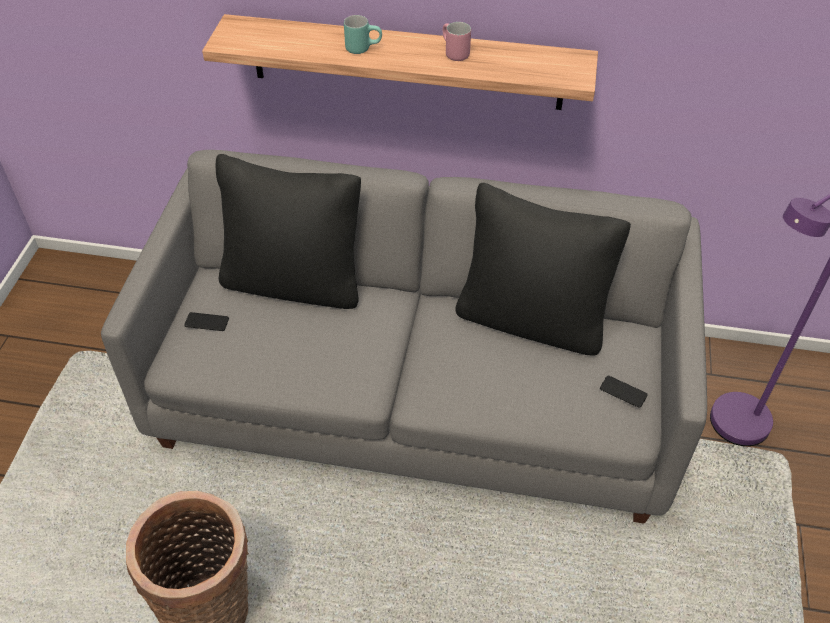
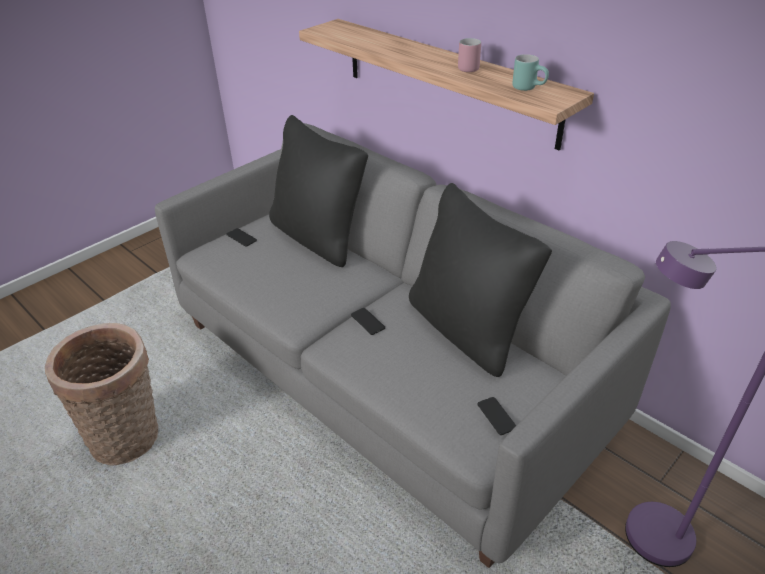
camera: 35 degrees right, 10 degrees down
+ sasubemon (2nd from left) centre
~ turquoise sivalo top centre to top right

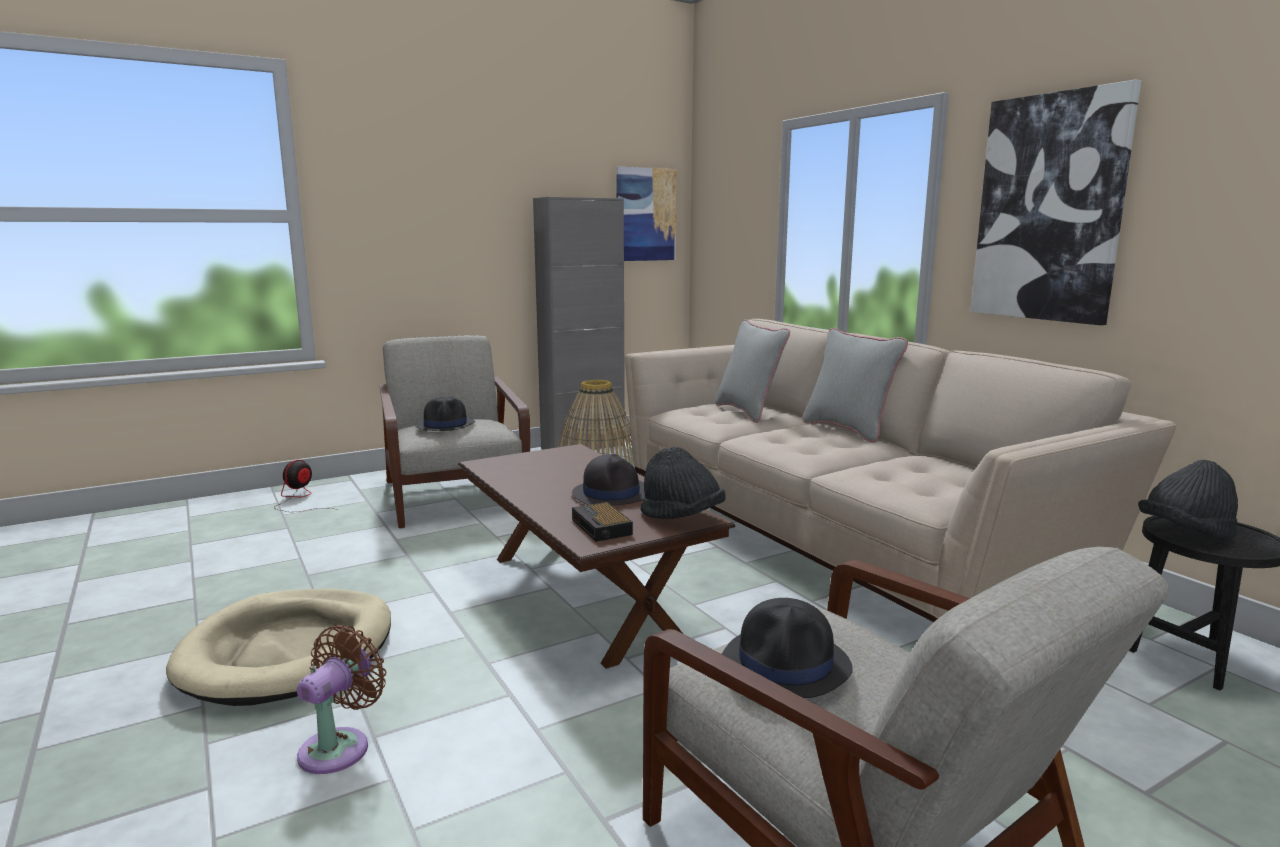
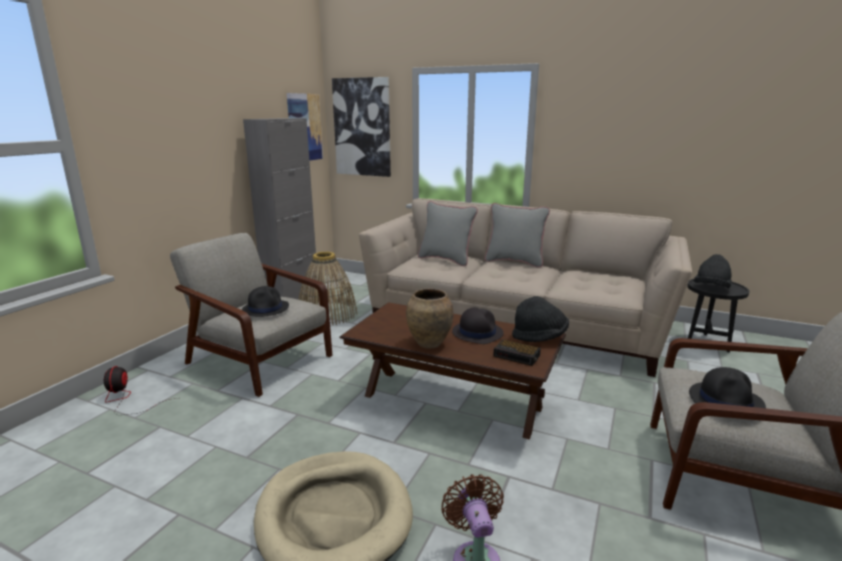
camera: 35 degrees left, 5 degrees up
~ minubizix (2nd from left) top right to top centre
+ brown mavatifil centre

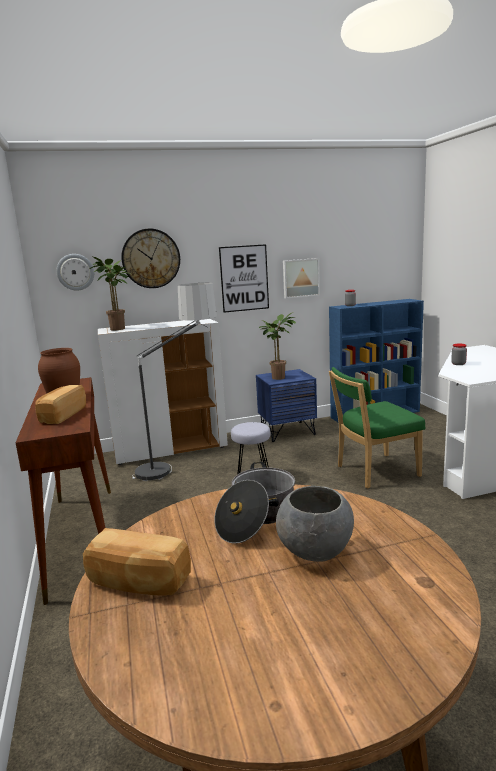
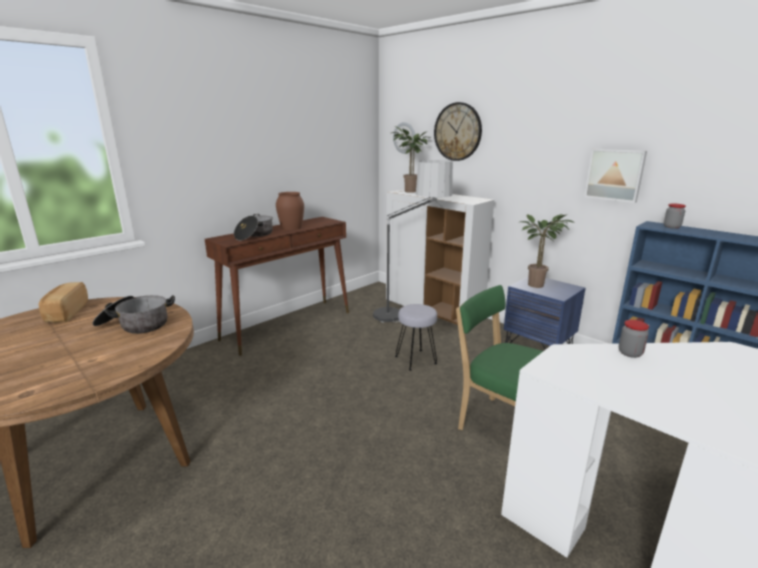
camera: 60 degrees right, 5 degrees up
~ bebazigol (1st from left) middle left to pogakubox (2nd from left) centre
- minubizix (1st from left) centre
- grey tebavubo bottom centre

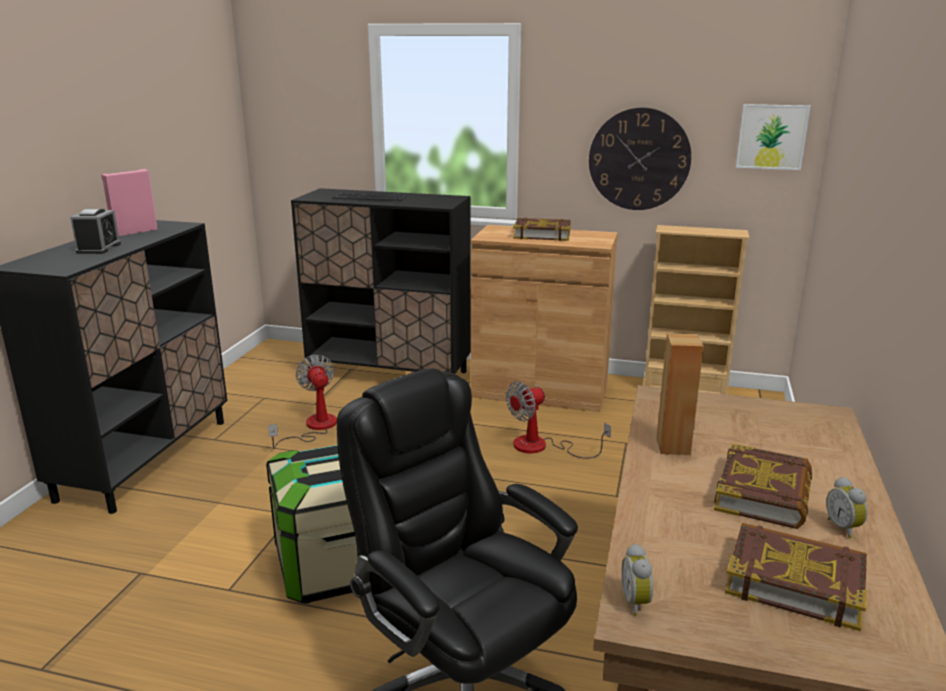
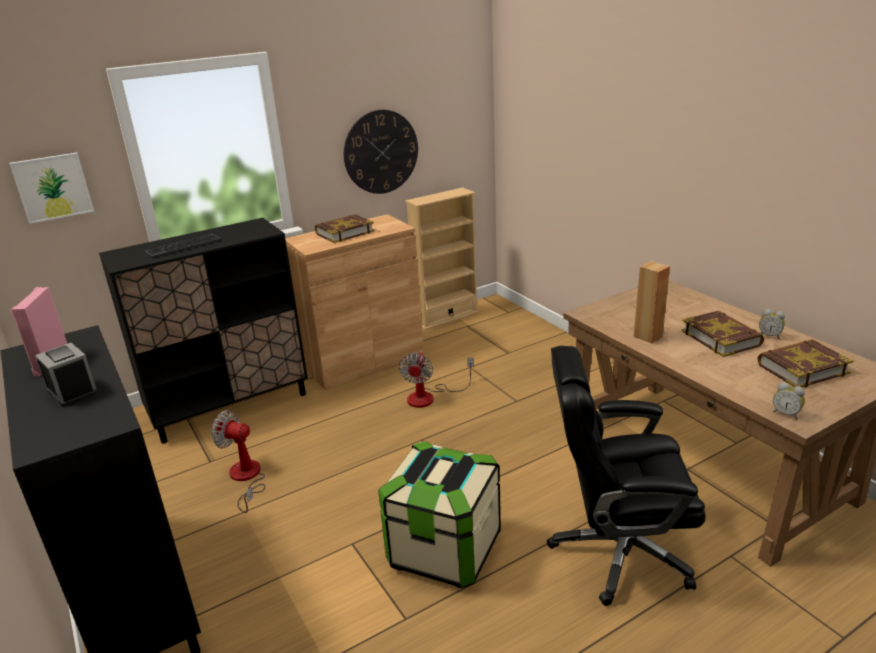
camera: 45 degrees left, 5 degrees up
~ minubizix top right to top left

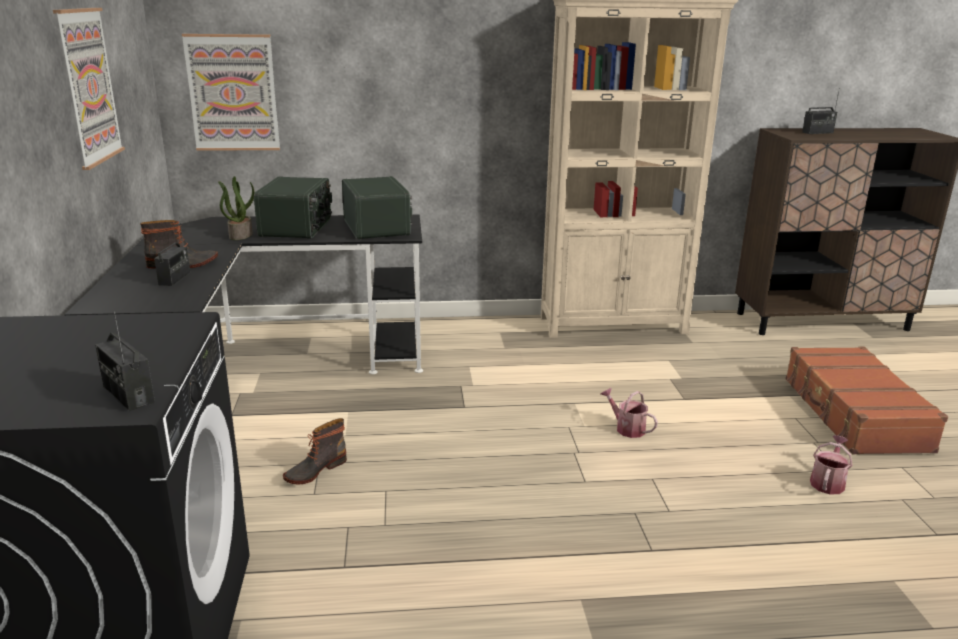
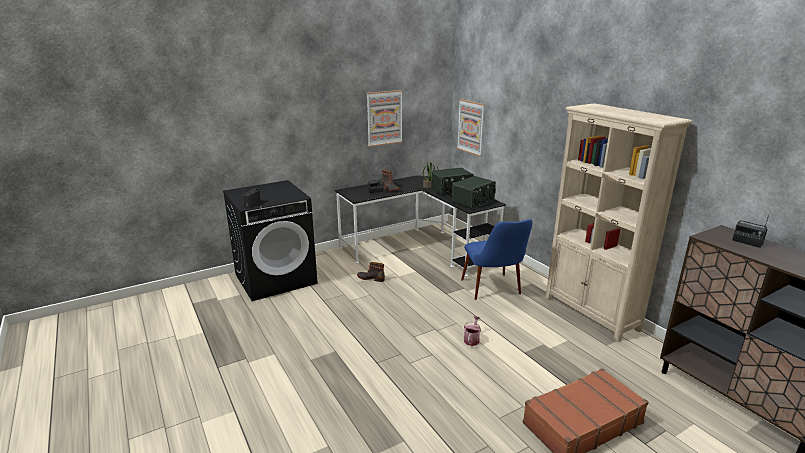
camera: 65 degrees right, 0 degrees up
+ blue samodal centre
- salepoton (2nd from left) bottom right

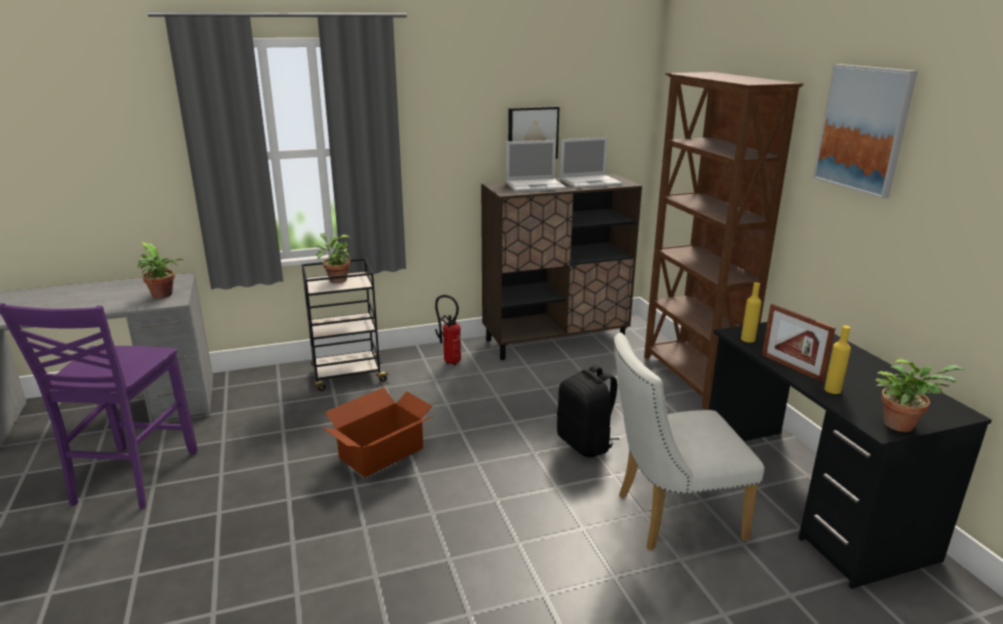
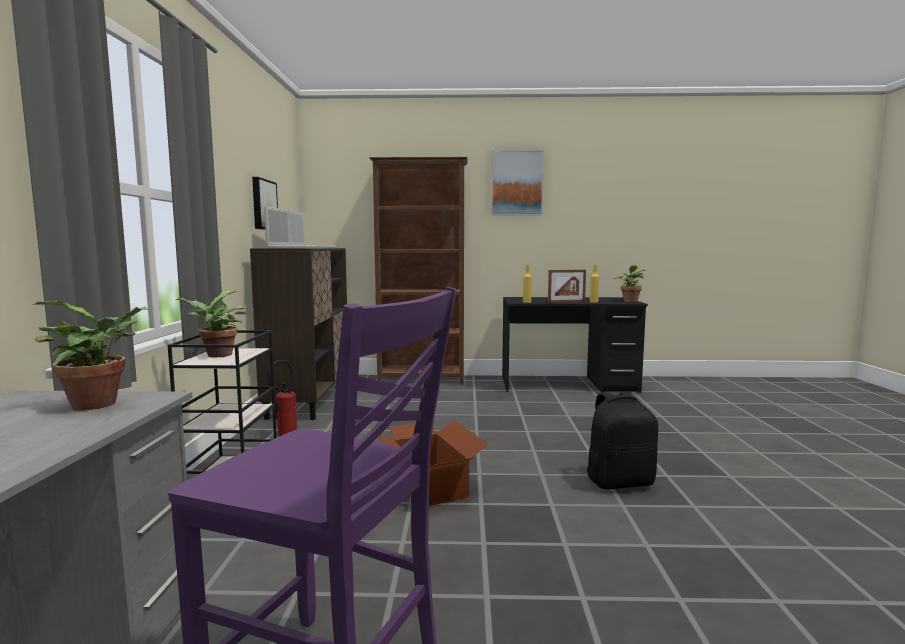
camera: 70 degrees left, 15 degrees down
~ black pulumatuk centre to bottom right
- white samodal bottom right

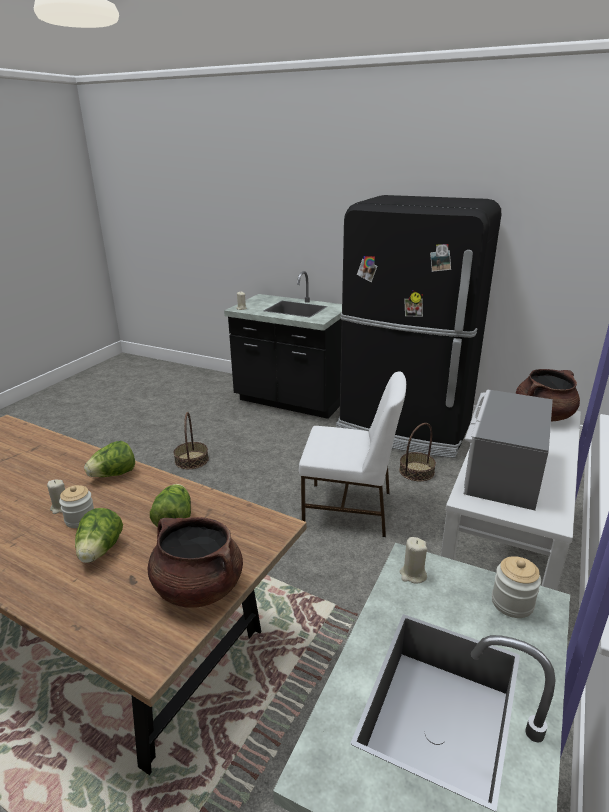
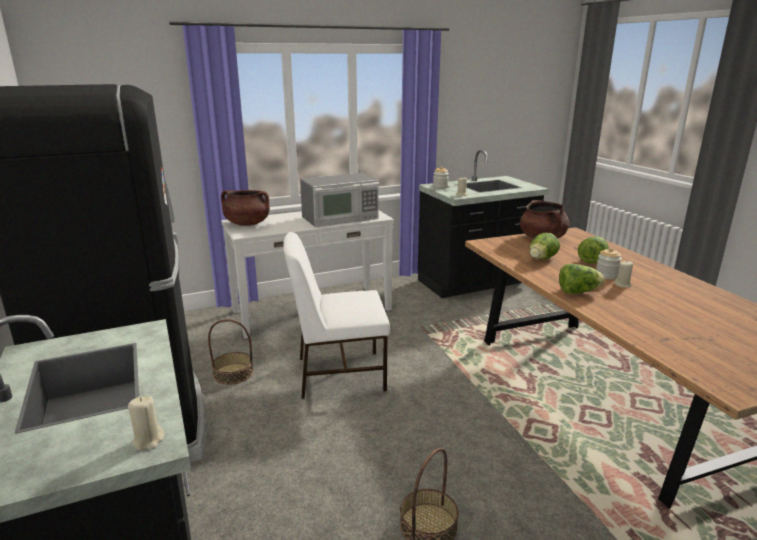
camera: 140 degrees left, 5 degrees down
~ white samodal centre = centre 60 degrees counterclockwise

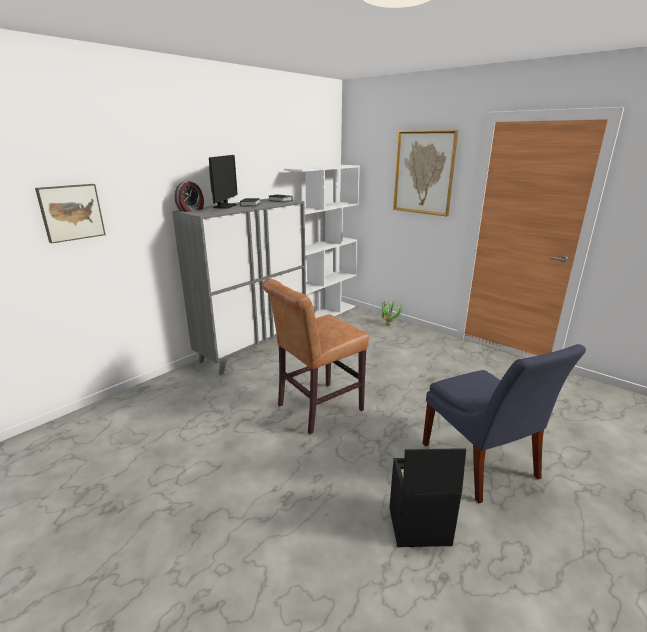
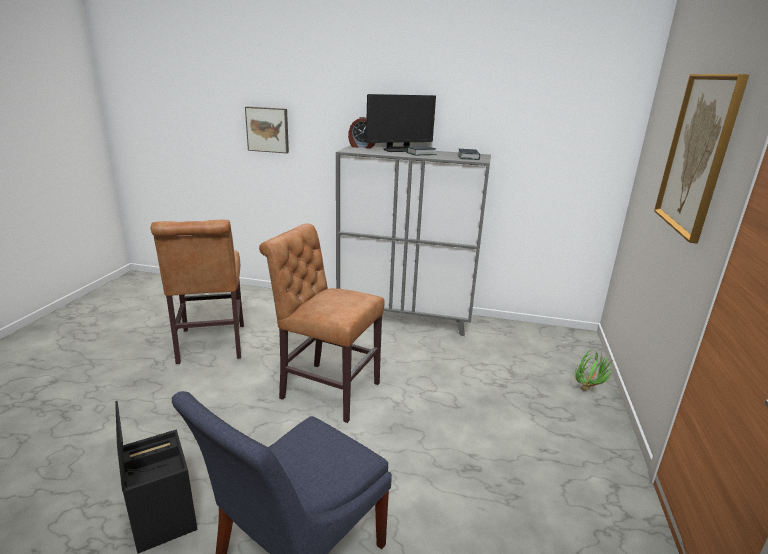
camera: 60 degrees right, 0 degrees up
+ brown samodal (1st from left) middle left
- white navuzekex centre

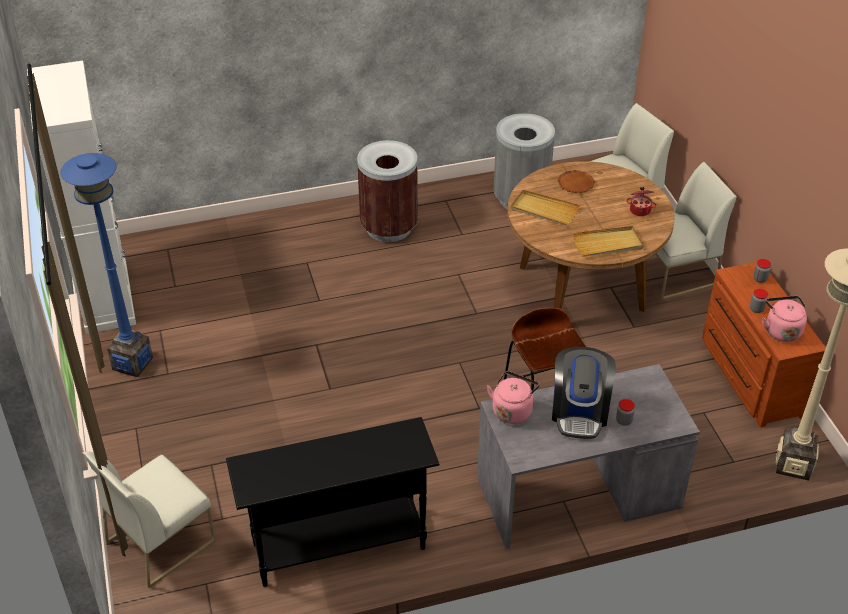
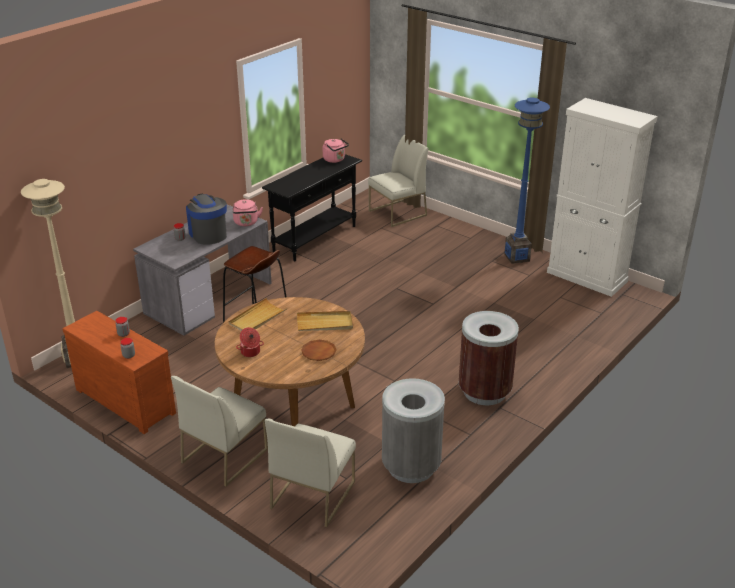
camera: 145 degrees right, 10 degrees down
~ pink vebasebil (2nd from left) middle right to top centre
~ white samodal (1st from left in the first image) bottom left = top centre 45 degrees clockwise

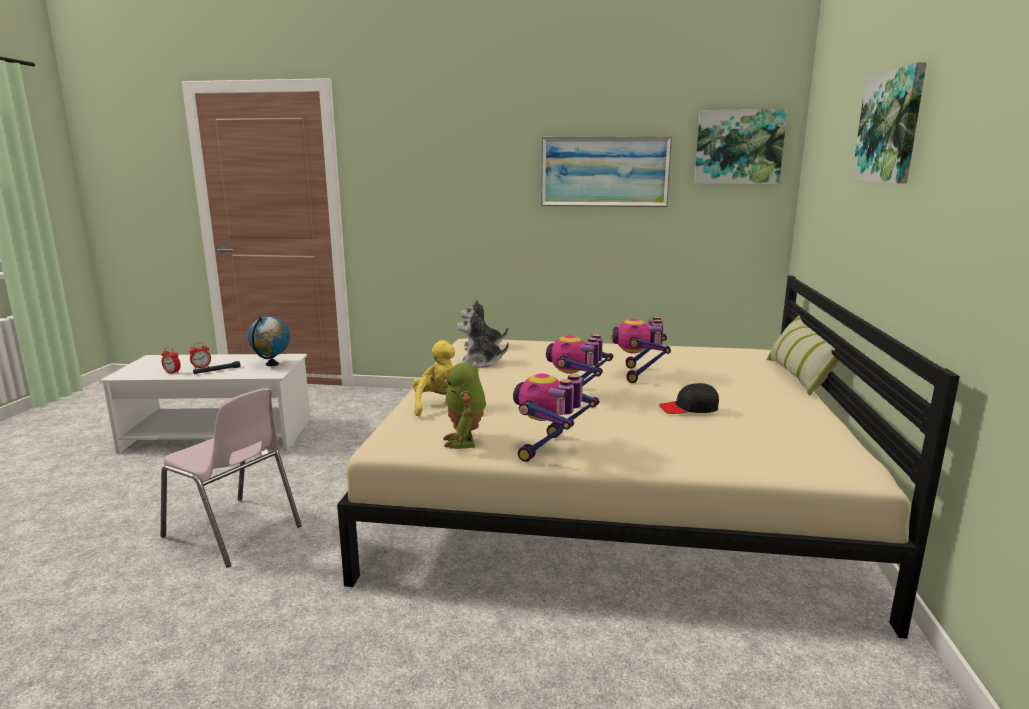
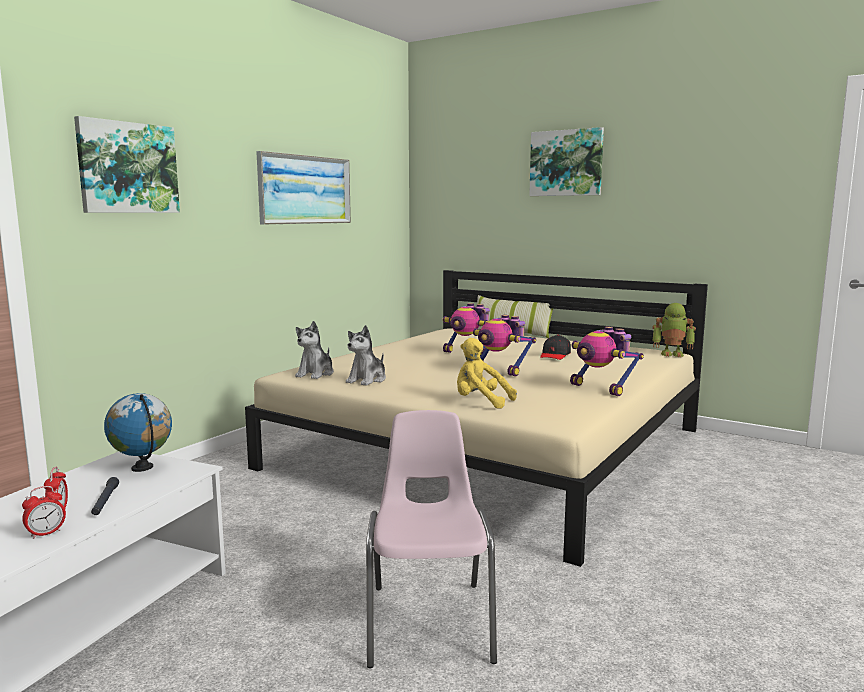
camera: 65 degrees left, 5 degrees down
~ minubizix (2nd from left in the first image) top right to minubizix (1st from left) top left
~ pink samodal bottom left = bottom centre 60 degrees counterclockwise
~ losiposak (1st from left in the first image) centre to losiposak (4th from left) middle right

